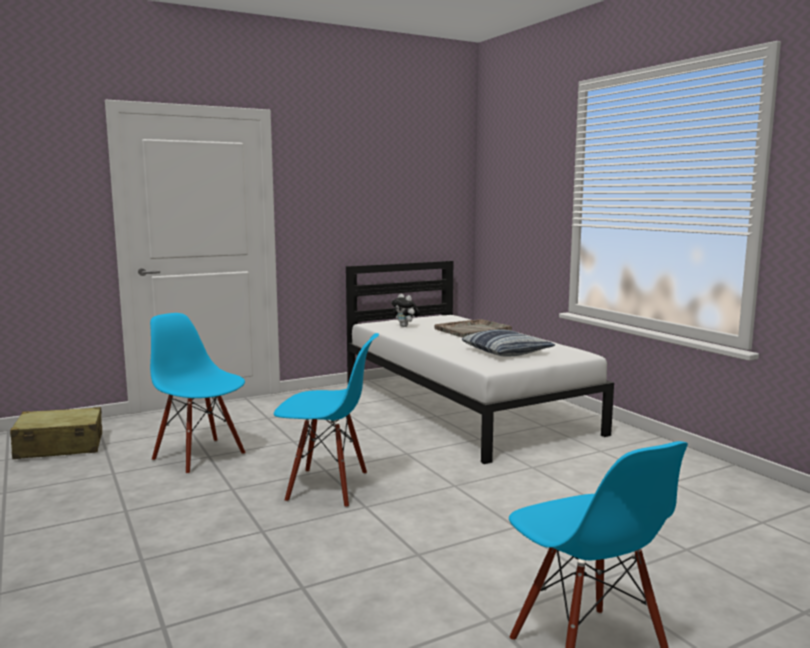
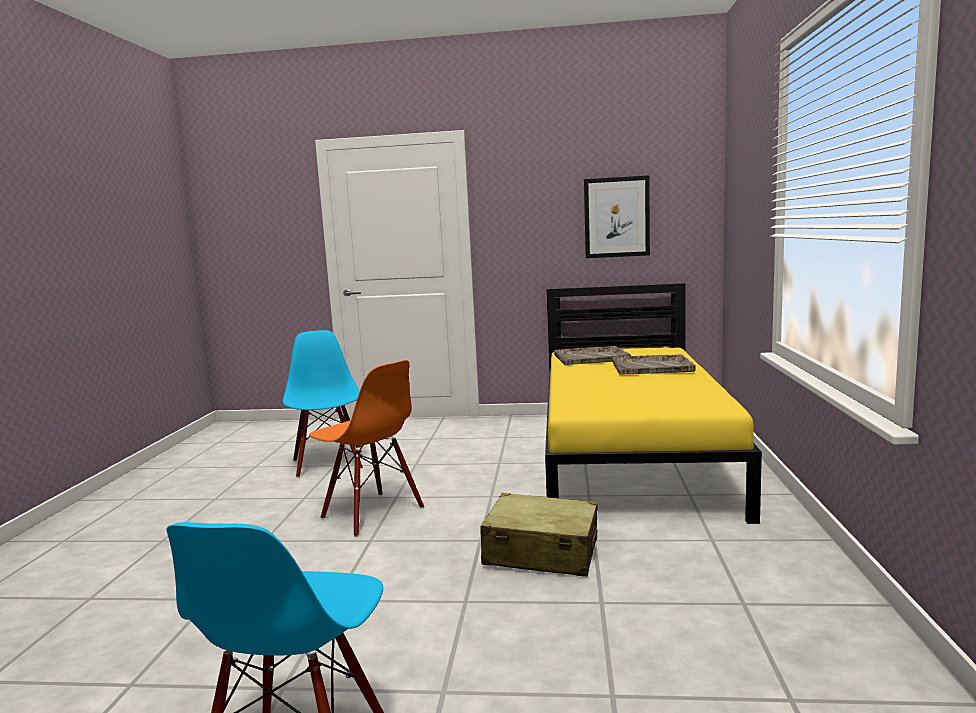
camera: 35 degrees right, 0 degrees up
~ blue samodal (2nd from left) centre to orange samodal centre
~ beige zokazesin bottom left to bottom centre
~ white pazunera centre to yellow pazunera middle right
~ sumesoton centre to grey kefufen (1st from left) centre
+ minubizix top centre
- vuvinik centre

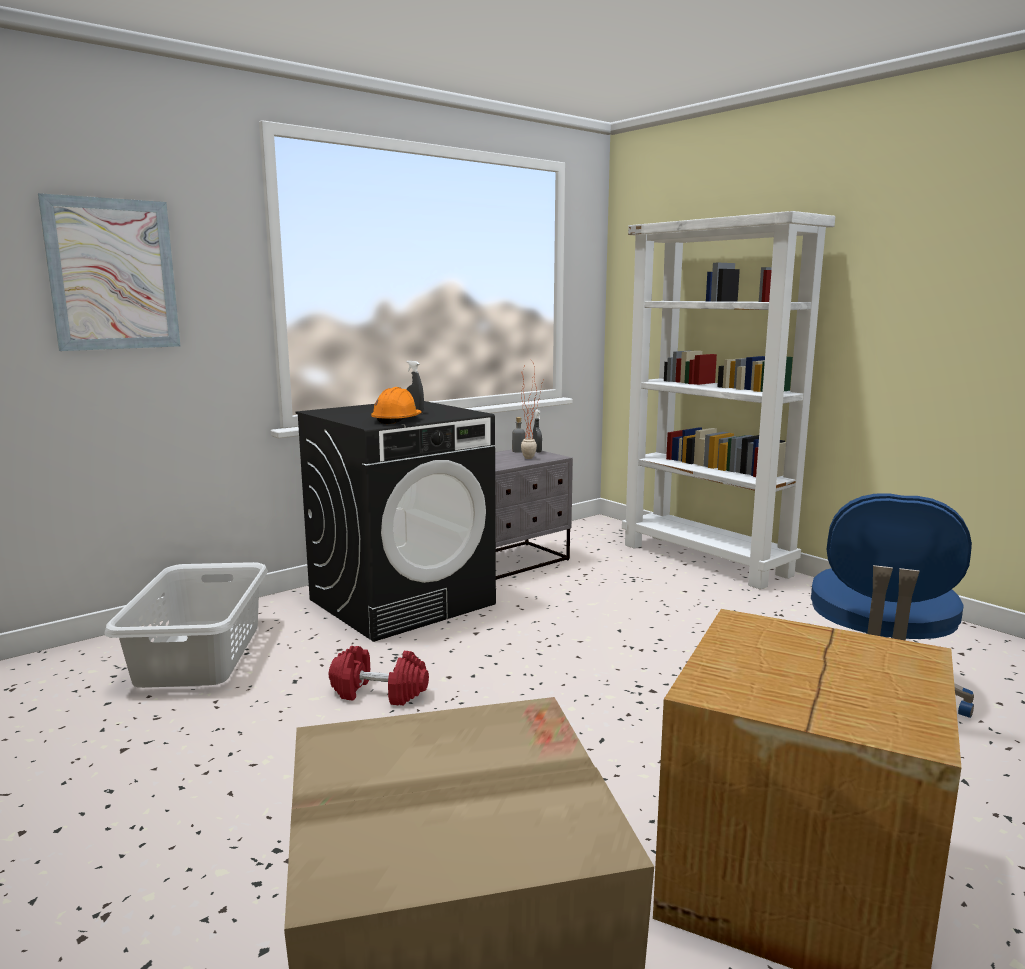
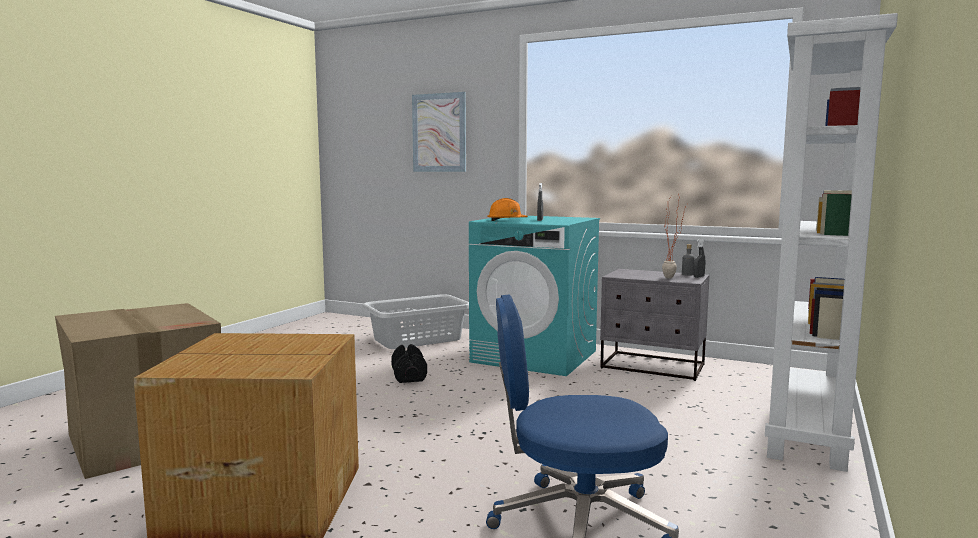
camera: 65 degrees right, 5 degrees down
~ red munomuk bottom centre to black munomuk bottom centre
~ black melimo centre to turquoise melimo centre

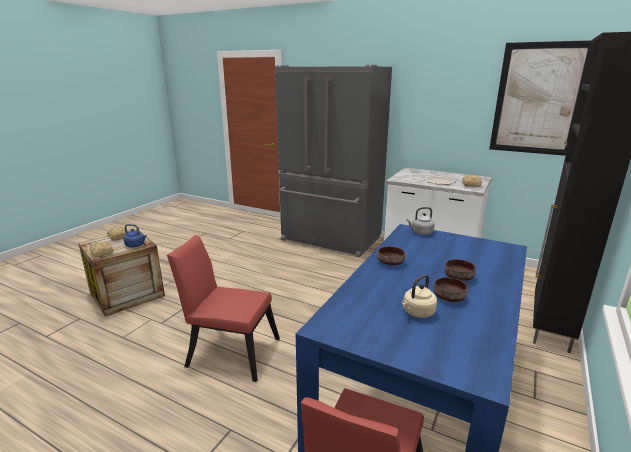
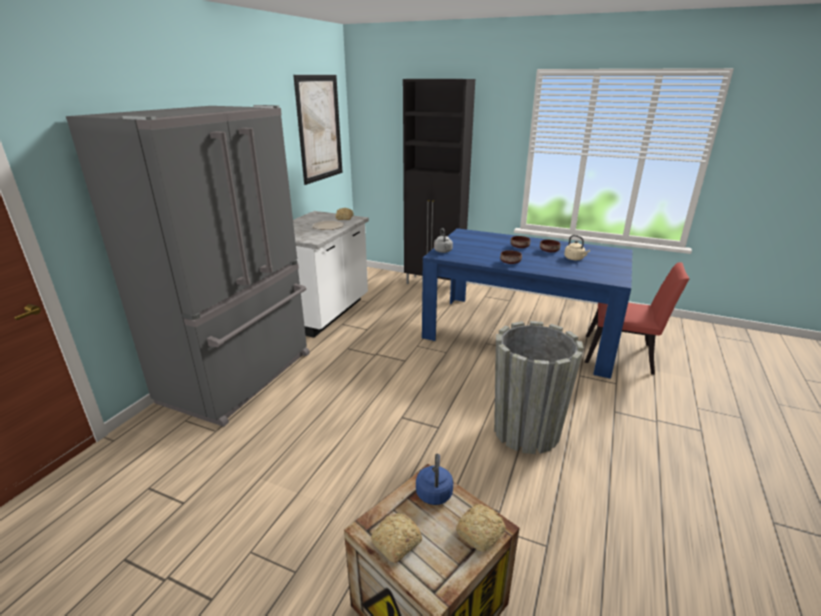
camera: 95 degrees left, 5 degrees up
~ red samodal (1st from left) bottom centre to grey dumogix centre

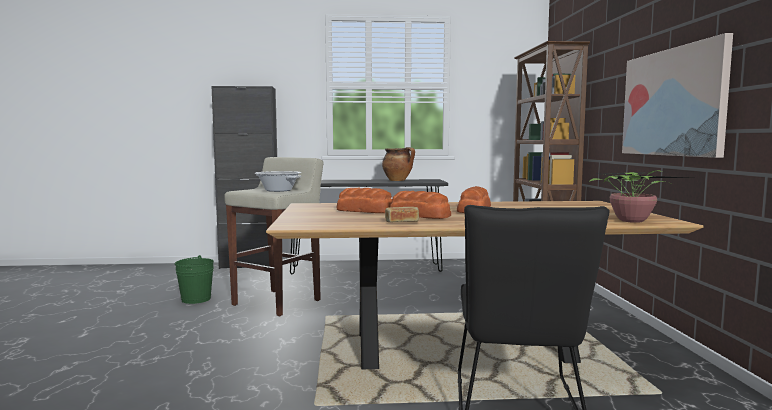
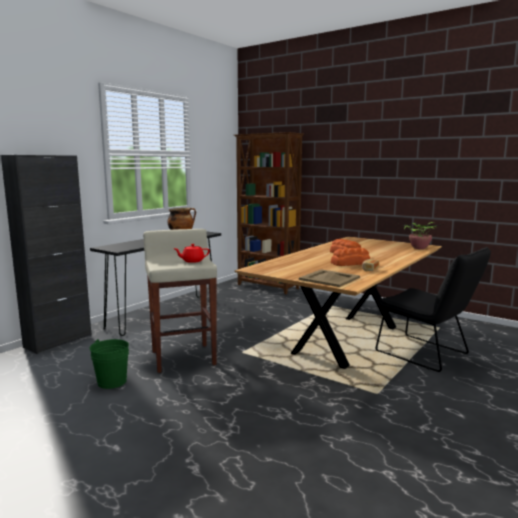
camera: 50 degrees left, 5 degrees up
~ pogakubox (1st from left) centre to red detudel centre
+ beige kefufen centre
- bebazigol (1st from left) centre
- minubizix top right

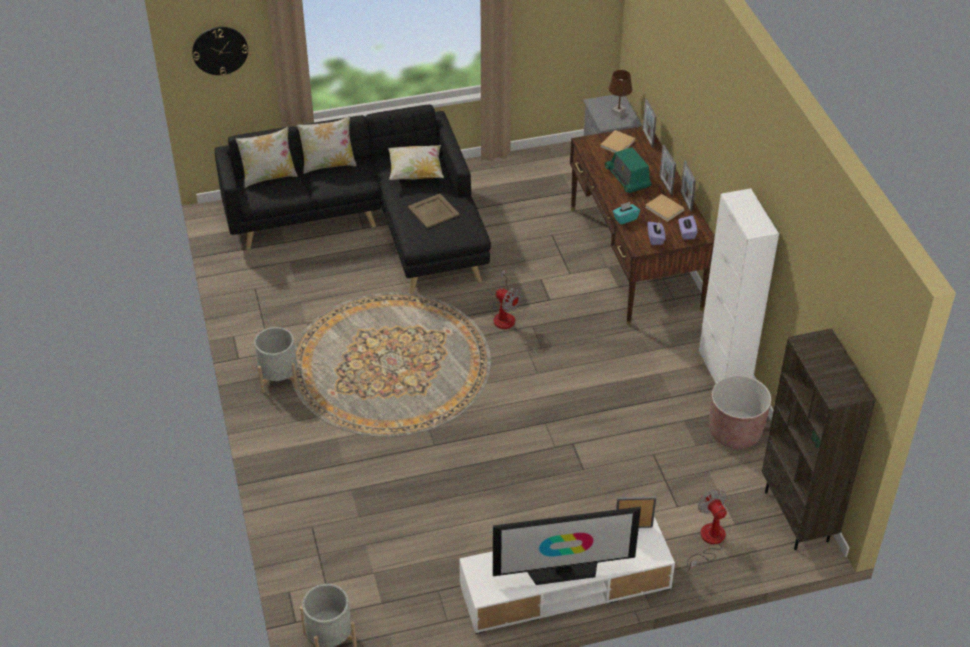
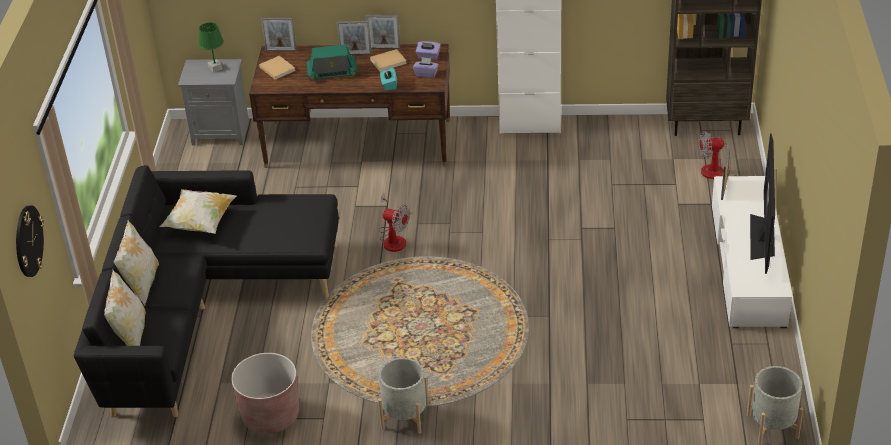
camera: 70 degrees left, 5 degrees down
~ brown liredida top centre to green liredida top left
~ brown dumogix middle right to bottom left
~ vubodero (1st from left) centre = centre 60 degrees clockwise
- beige kefufen top centre

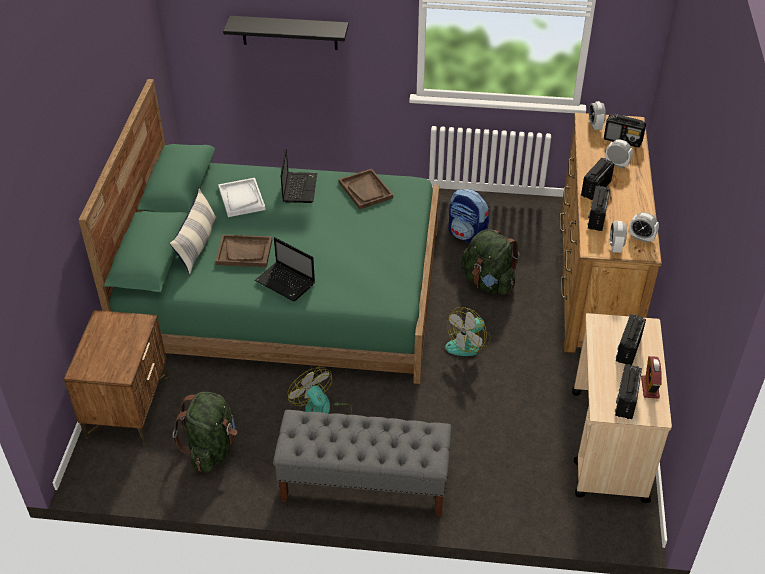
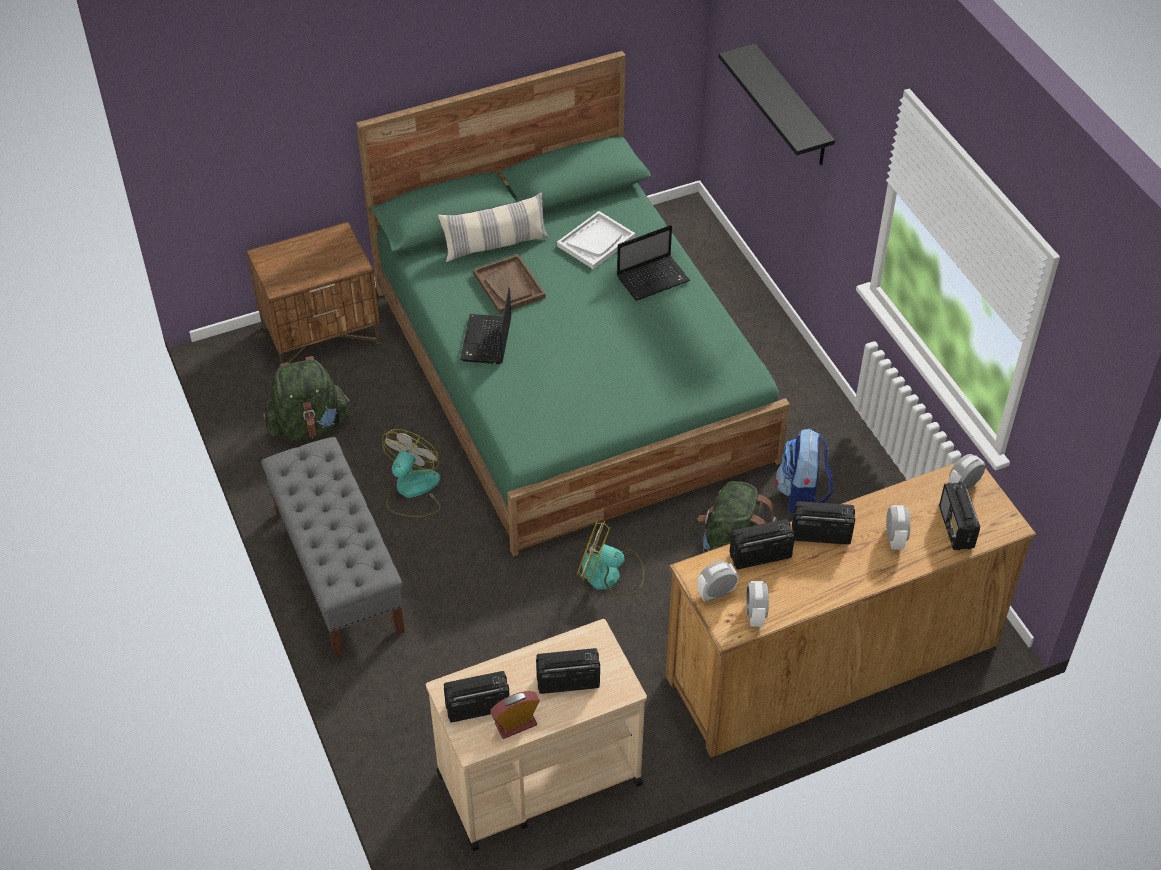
camera: 60 degrees right, 5 degrees up
- brown kefufen (2nd from left) top centre

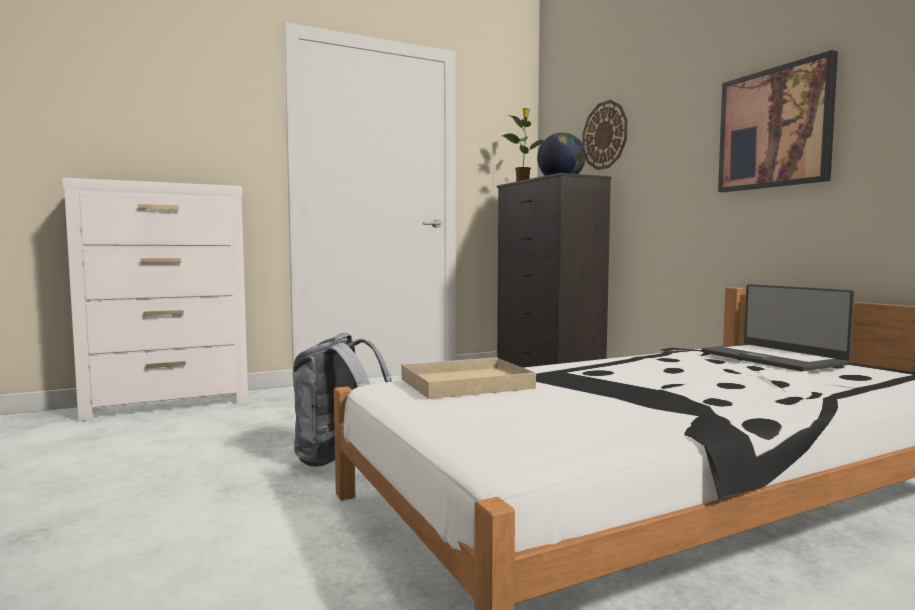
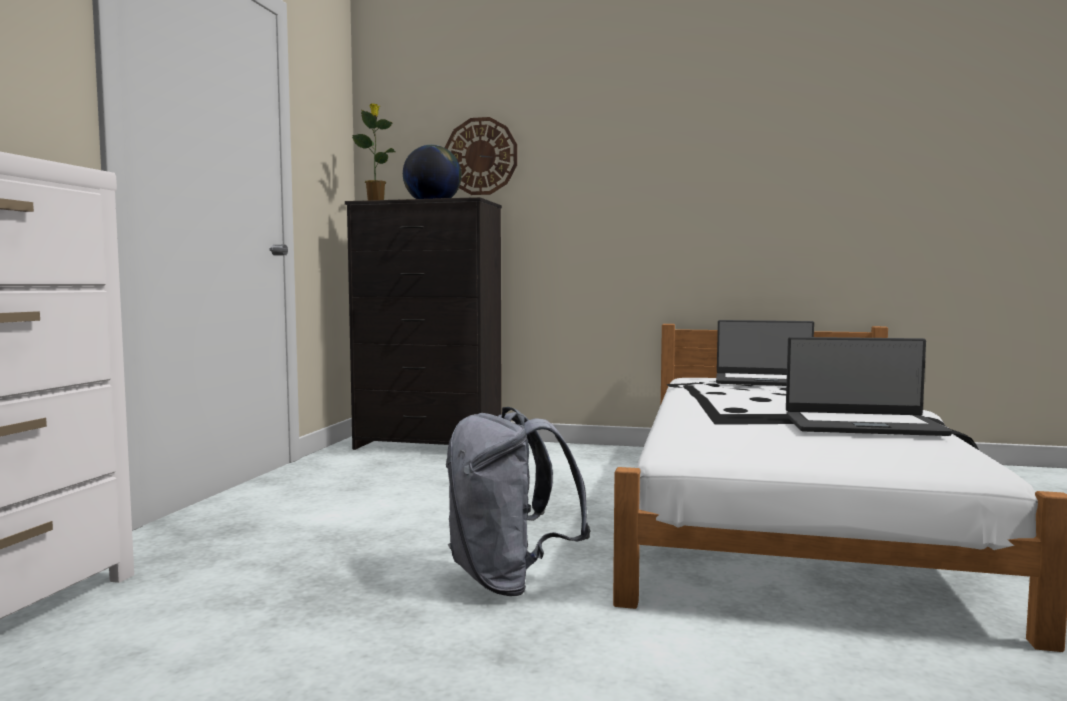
camera: 50 degrees left, 0 degrees up
+ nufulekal (2nd from left) middle right
- beige kefufen centre
- minubizix top right

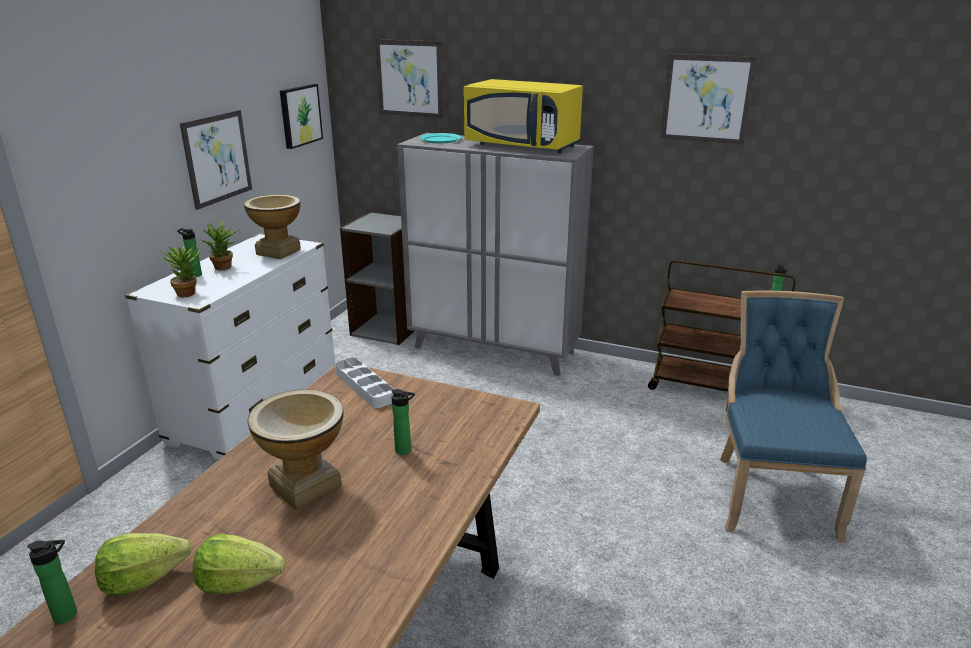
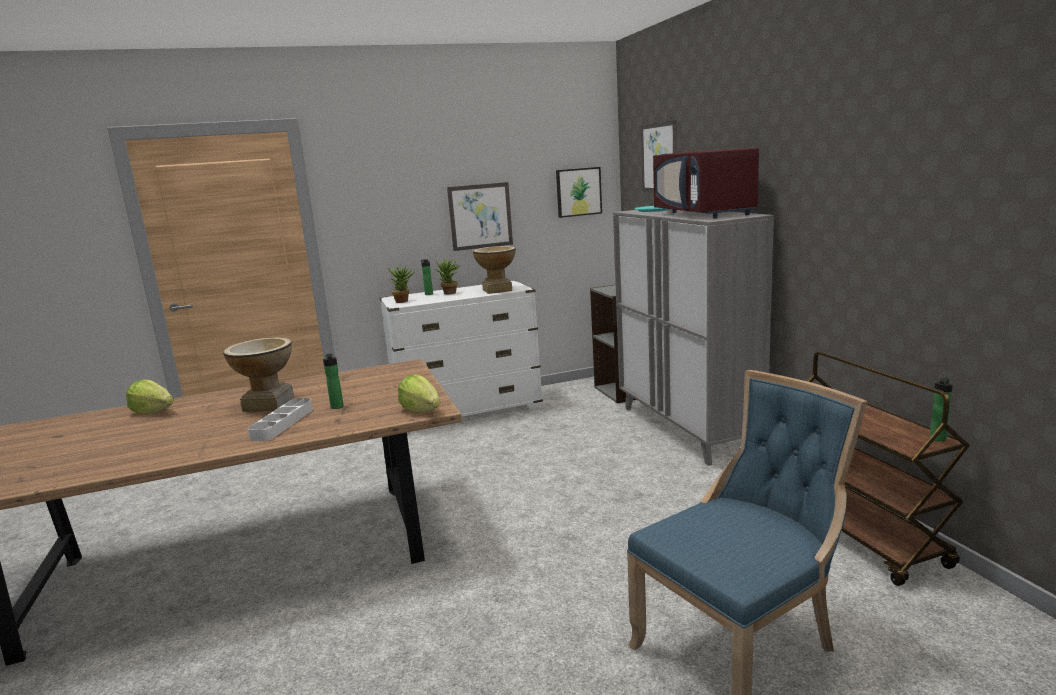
camera: 50 degrees right, 10 degrees down
~ white kefufen centre to middle left
~ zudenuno (2nd from left) bottom left to centre
~ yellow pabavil top centre to red pabavil top right
- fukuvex (1st from left) bottom left
- minubizix (4th from left) top right

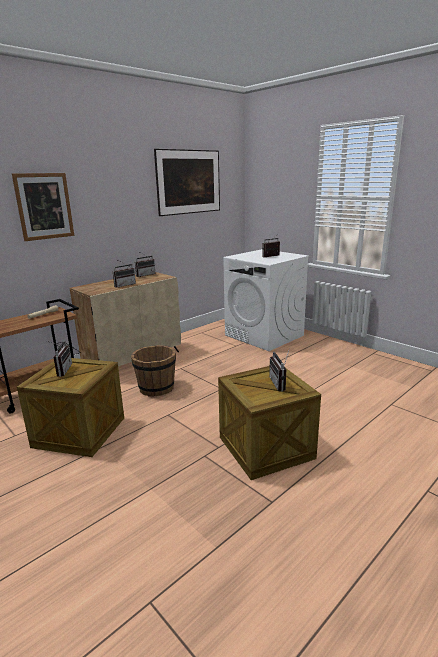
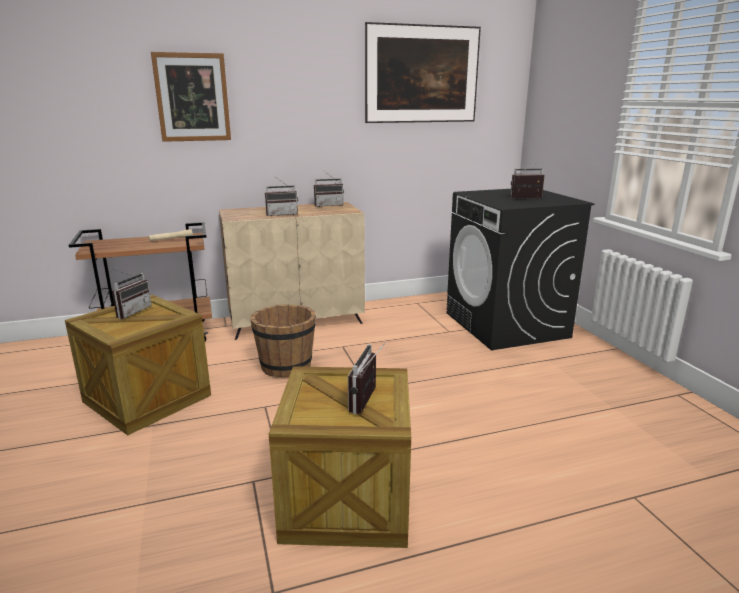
camera: 25 degrees right, 0 degrees up
~ white melimo centre to black melimo middle right

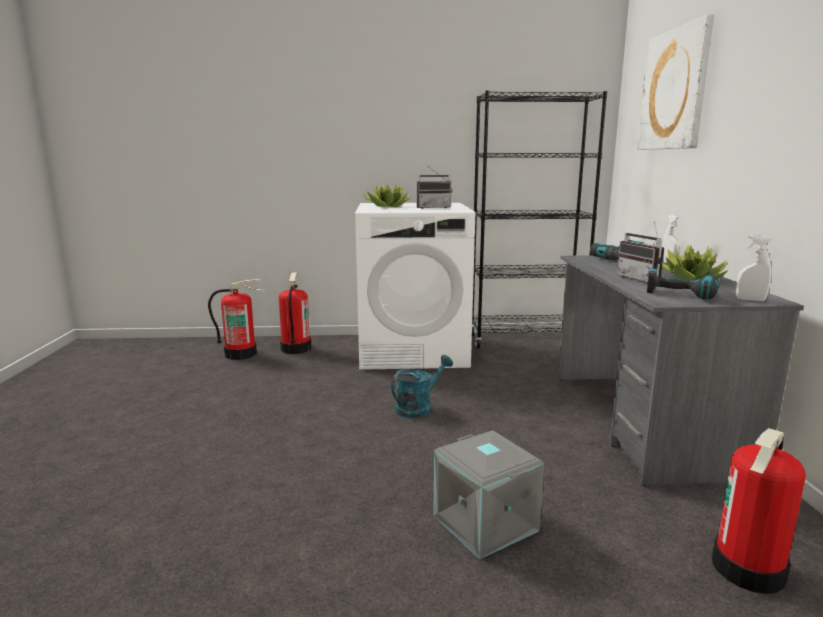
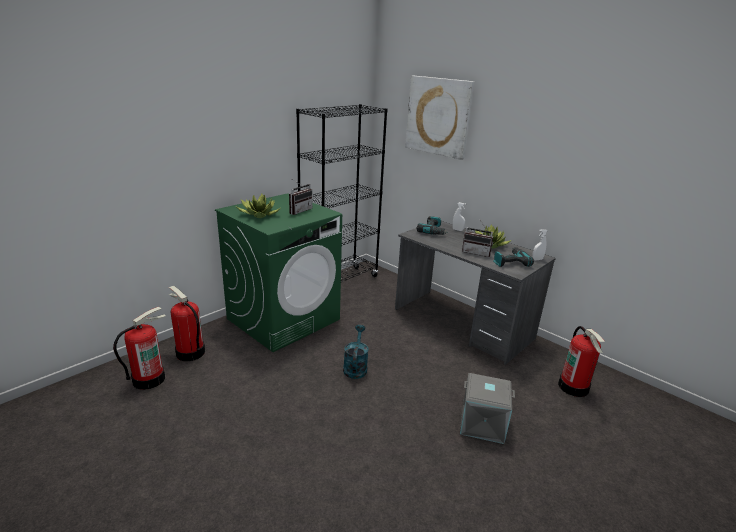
camera: 45 degrees left, 10 degrees up
~ white melimo centre to green melimo centre

